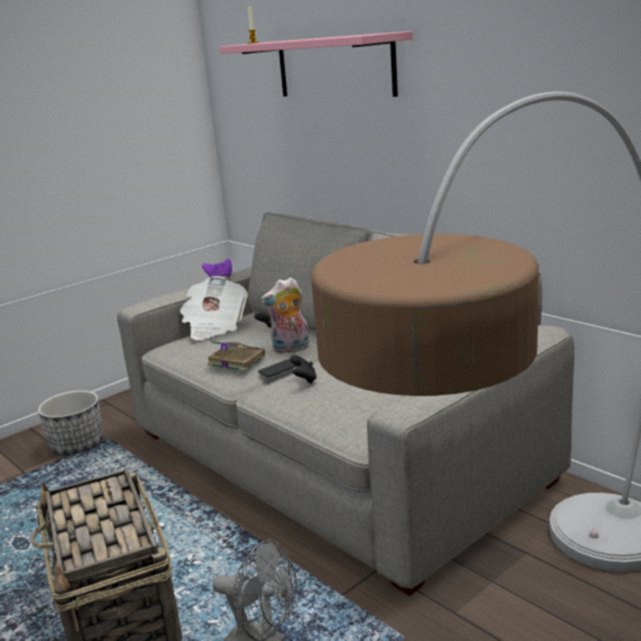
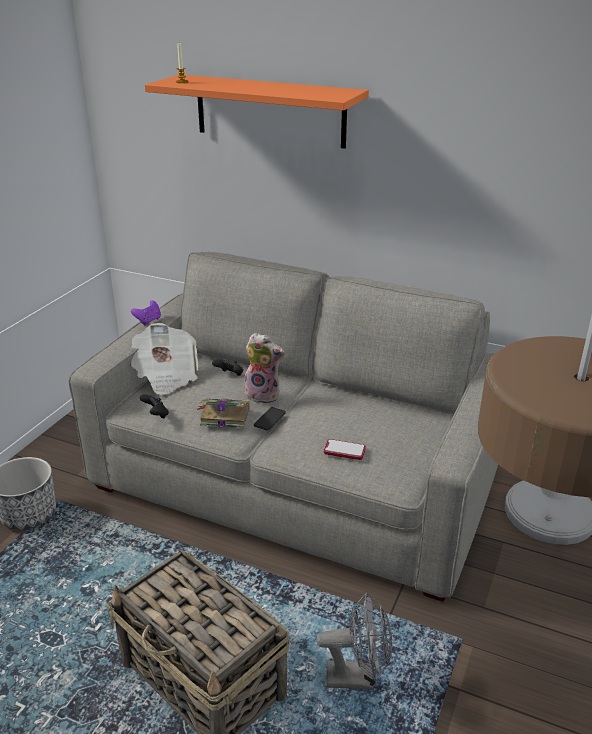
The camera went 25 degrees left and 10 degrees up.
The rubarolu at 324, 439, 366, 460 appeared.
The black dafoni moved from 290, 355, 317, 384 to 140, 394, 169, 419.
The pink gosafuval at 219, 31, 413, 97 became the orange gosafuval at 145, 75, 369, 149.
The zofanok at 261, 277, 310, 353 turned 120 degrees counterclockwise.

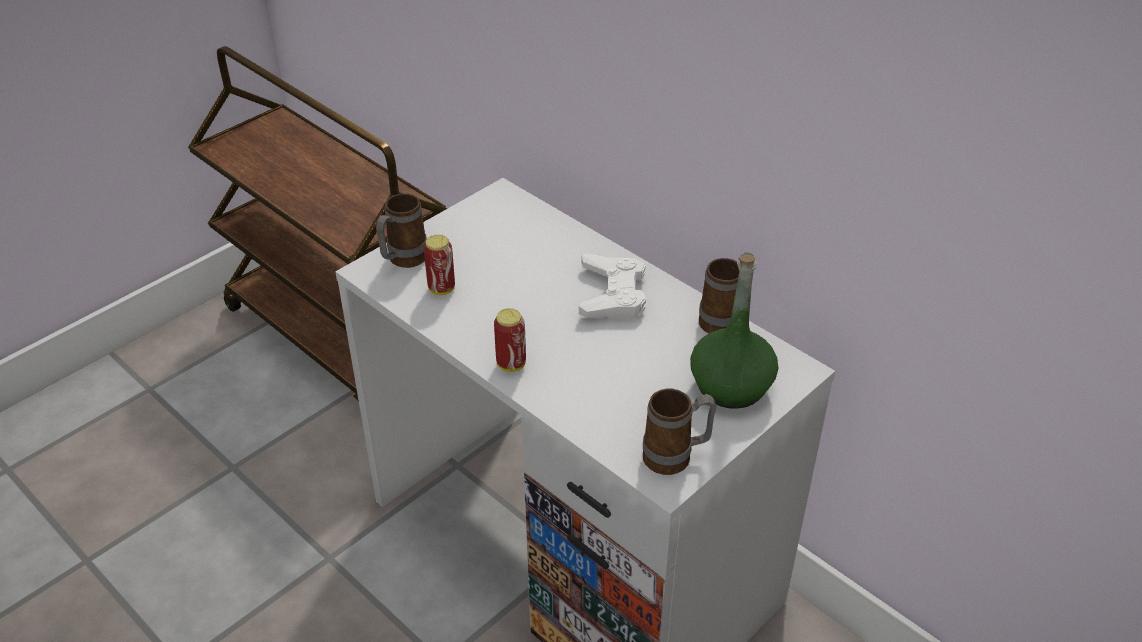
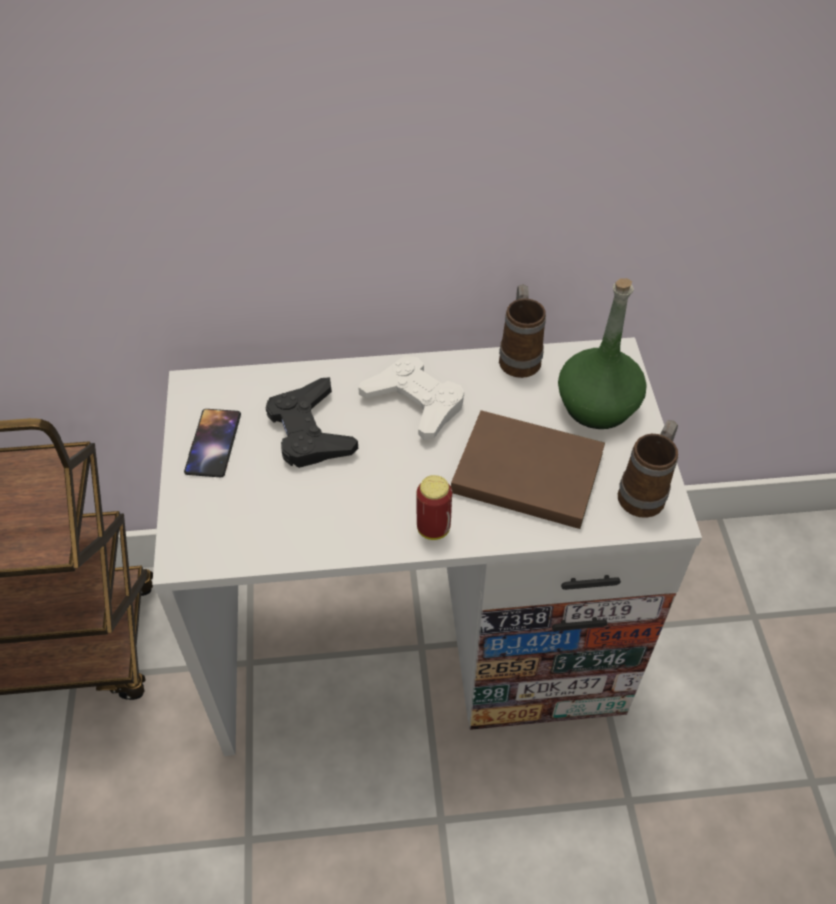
The camera went 50 degrees left and 10 degrees up.
The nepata at 376, 193, 427, 268 disappeared.
The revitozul at 424, 235, 455, 295 disappeared.
The rubarolu at 184, 409, 241, 477 appeared.
The black dafoni at 266, 377, 358, 468 appeared.
The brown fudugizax at 451, 410, 605, 529 appeared.

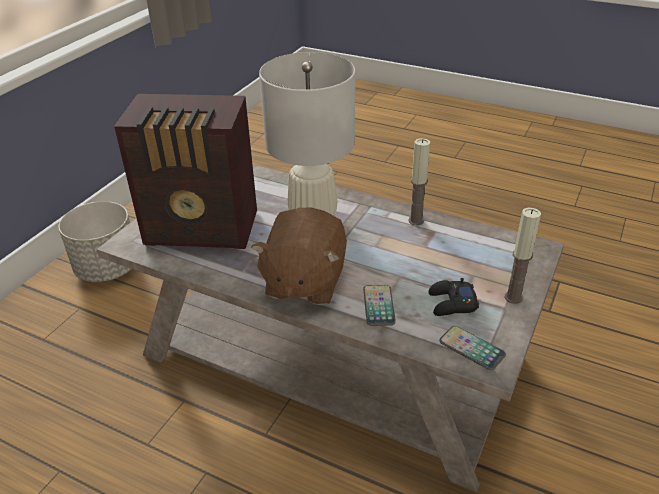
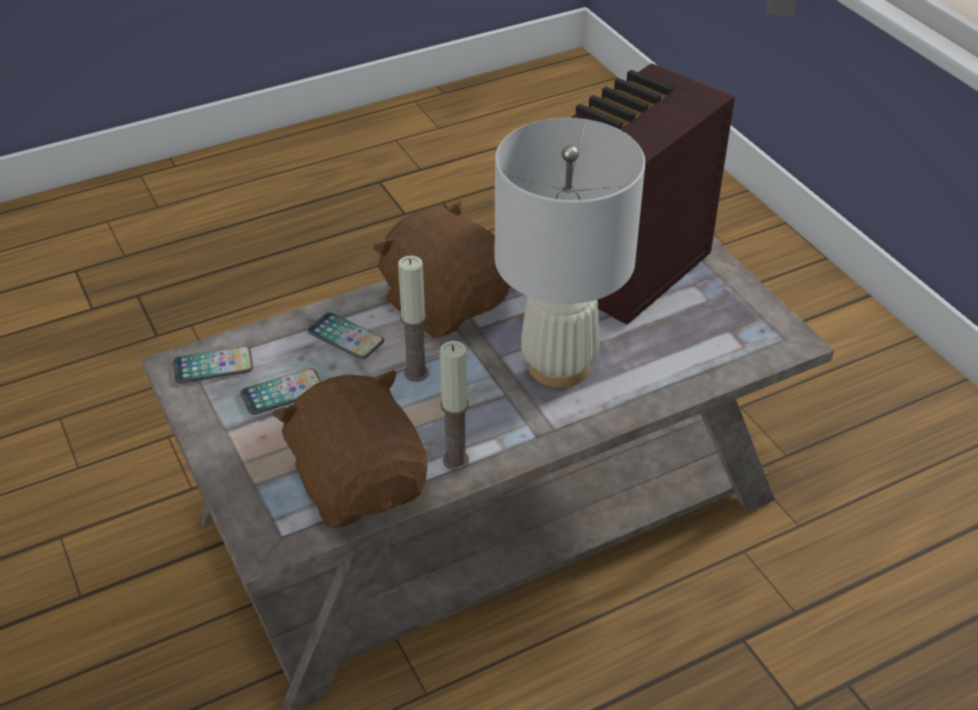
The camera went 125 degrees right and 5 degrees up.
The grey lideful at 58, 201, 131, 282 disappeared.
The brown zofanok at 272, 370, 428, 528 appeared.
The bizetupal moved from 504, 207, 541, 304 to 398, 256, 429, 382.
The black dafoni at 428, 278, 479, 316 was replaced by the rubarolu at 240, 369, 321, 415.

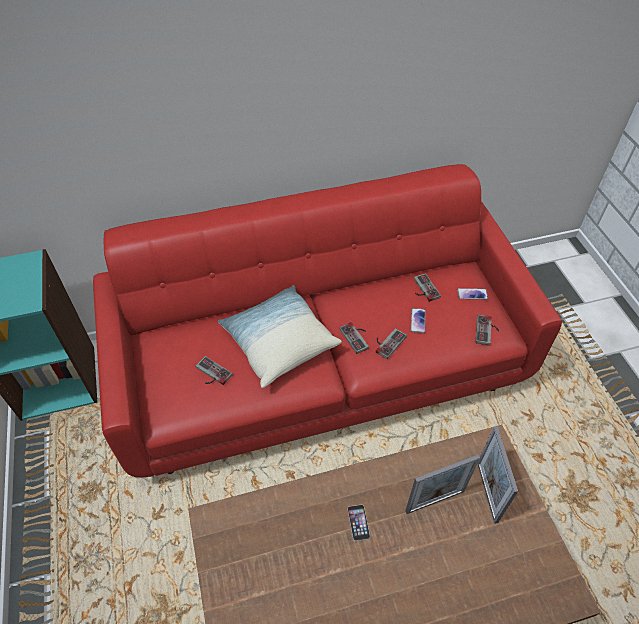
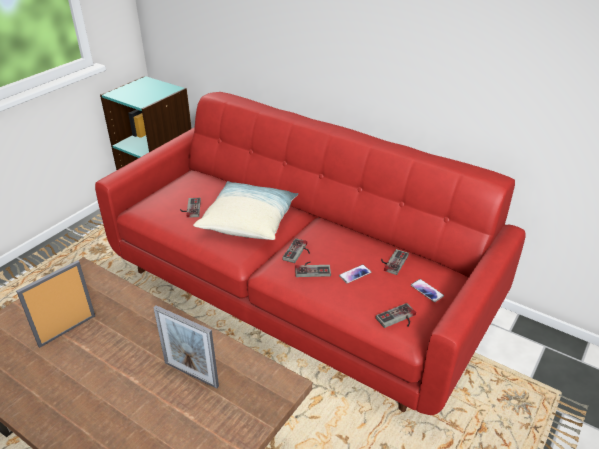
The camera went 50 degrees right and 15 degrees down.
The rubarolu at 348, 505, 370, 541 disappeared.
The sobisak moved from 478, 426, 518, 524 to 16, 260, 95, 348.

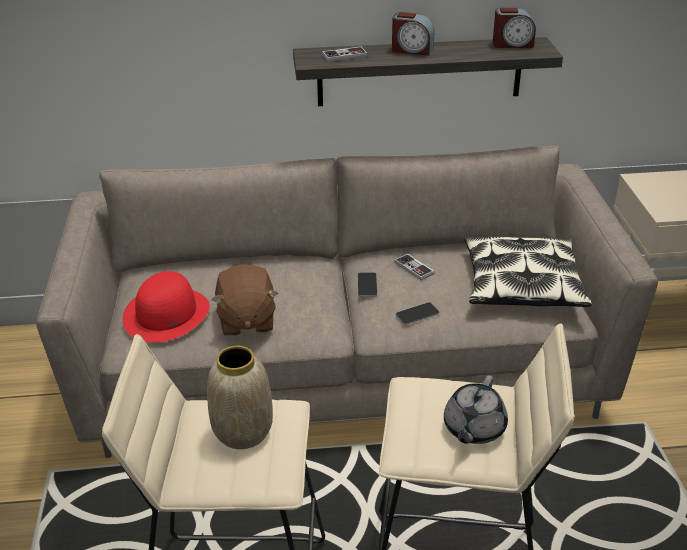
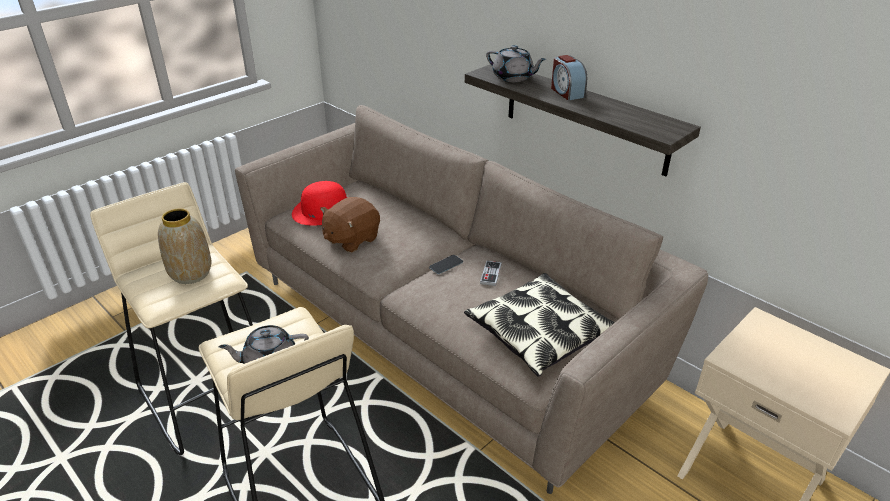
The camera went 50 degrees right and 0 degrees up.
The rubarolu at 396, 302, 439, 324 disappeared.
The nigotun at 493, 8, 536, 48 disappeared.
The dafoni at 322, 46, 368, 62 was replaced by the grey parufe at 486, 45, 546, 82.

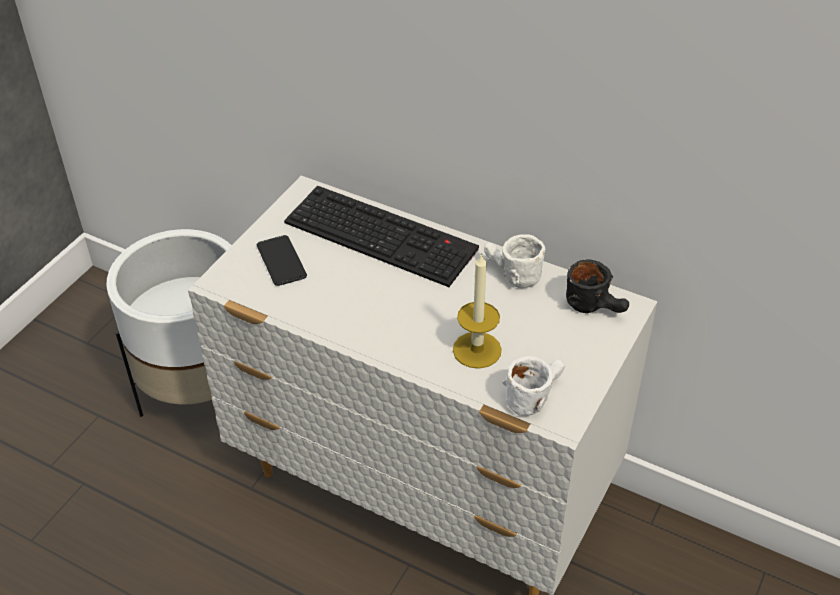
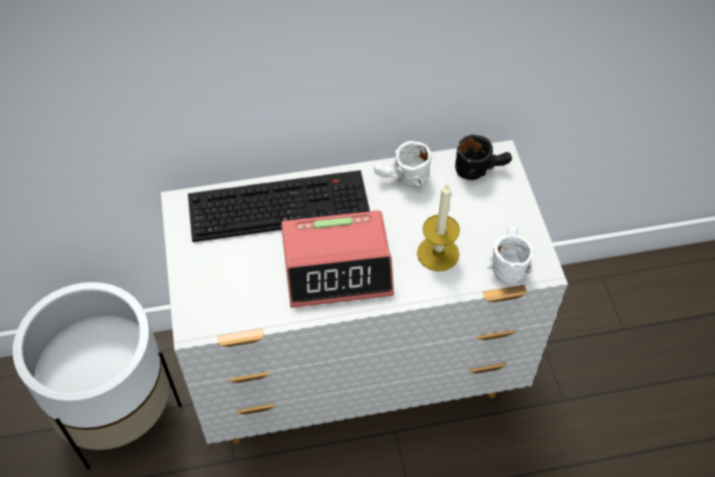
The camera went 40 degrees left and 10 degrees up.
The rubarolu at 257, 235, 307, 286 disappeared.
The nigotun at 281, 210, 394, 308 appeared.

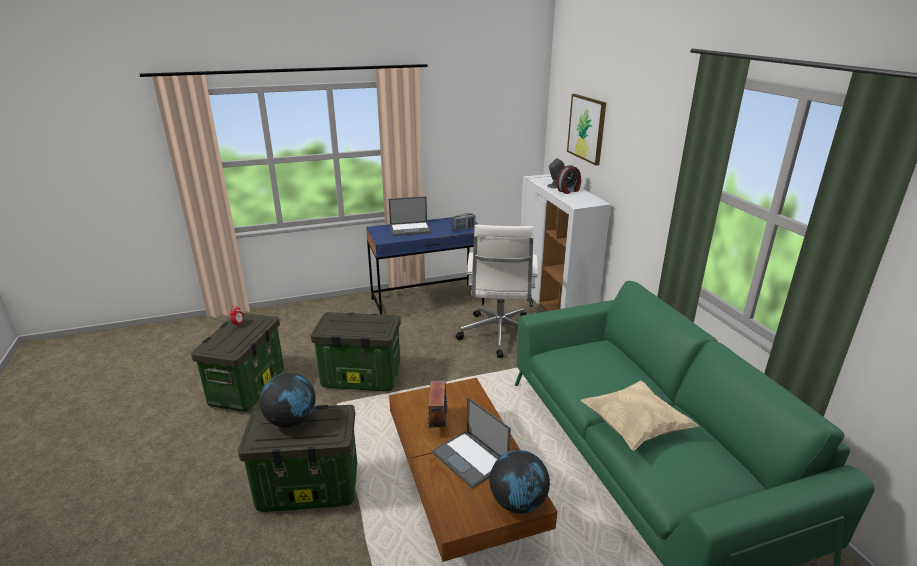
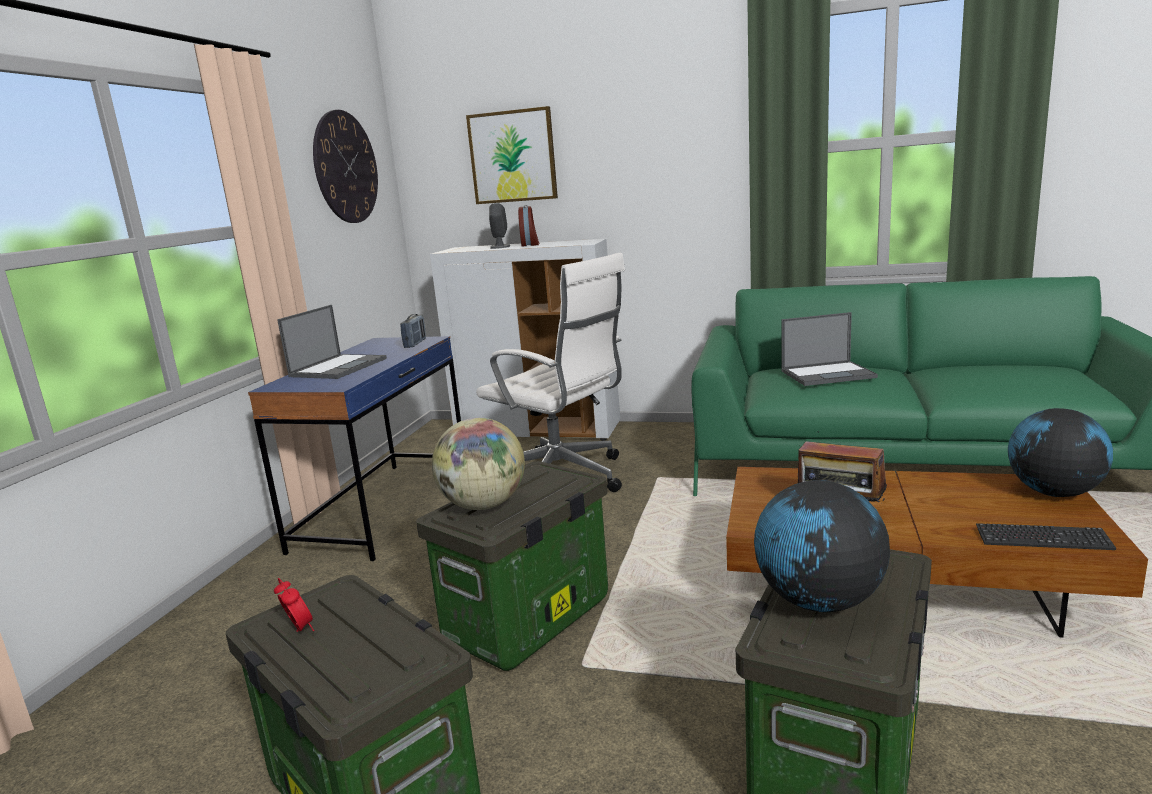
The camera went 55 degrees left and 10 degrees down.
The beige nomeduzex at 581, 381, 699, 450 disappeared.
The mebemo at 313, 110, 378, 223 appeared.
The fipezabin at 432, 418, 525, 510 appeared.
The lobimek at 976, 523, 1116, 550 appeared.
The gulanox moved from 432, 397, 511, 489 to 782, 312, 878, 386.

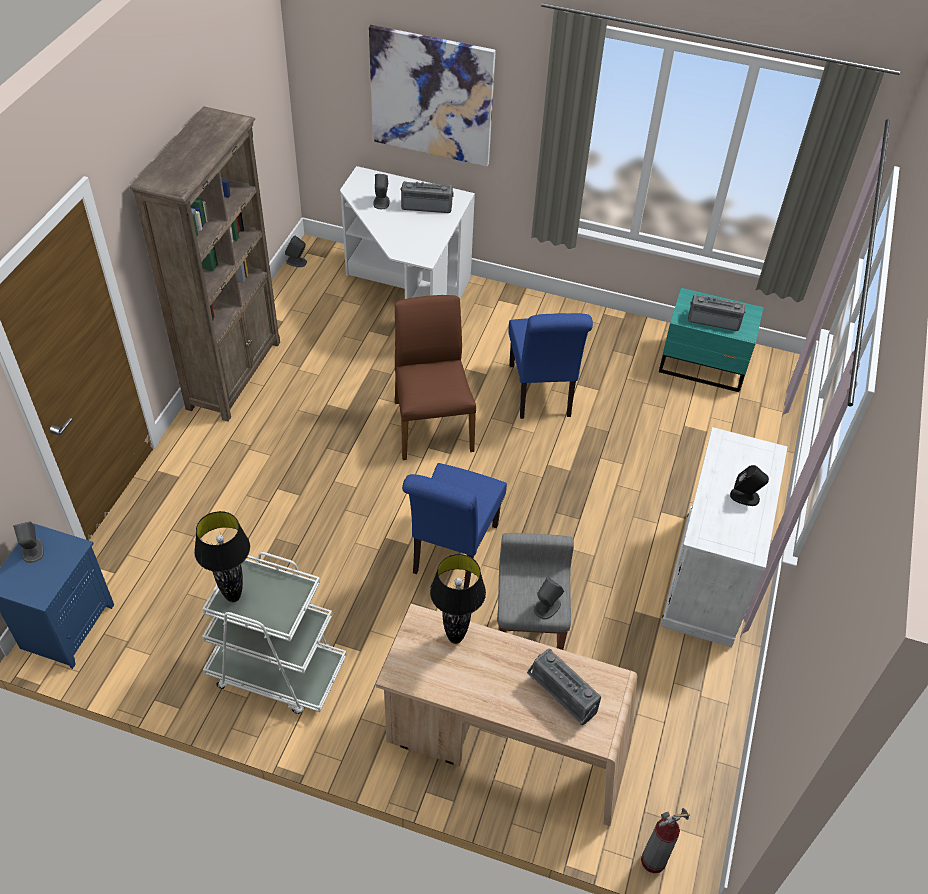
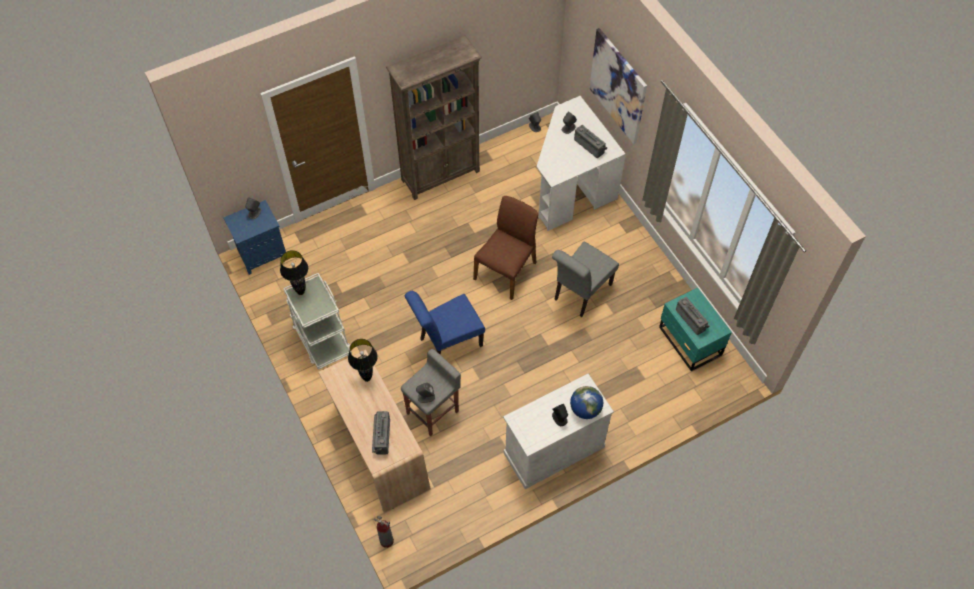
The camera went 45 degrees right and 10 degrees up.
The fipezabin at 570, 386, 603, 419 appeared.
The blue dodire at 508, 313, 593, 419 became the grey dodire at 552, 241, 619, 317.

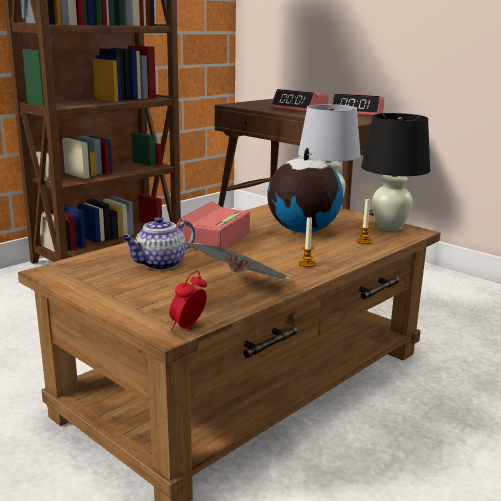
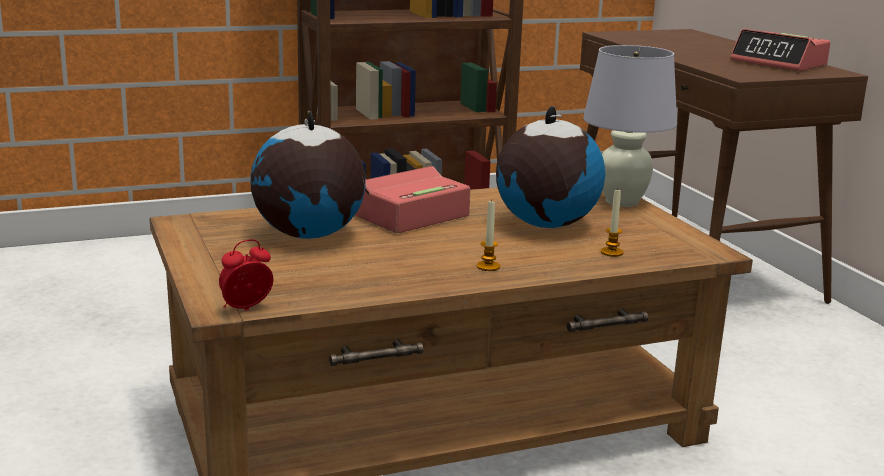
The camera went 25 degrees right and 0 degrees up.
The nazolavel at 179, 243, 290, 279 disappeared.
The nigotun at 271, 89, 329, 112 disappeared.
The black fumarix at 361, 113, 430, 231 disappeared.
The parufe at 122, 217, 195, 270 was replaced by the fipezabin at 250, 111, 366, 239.

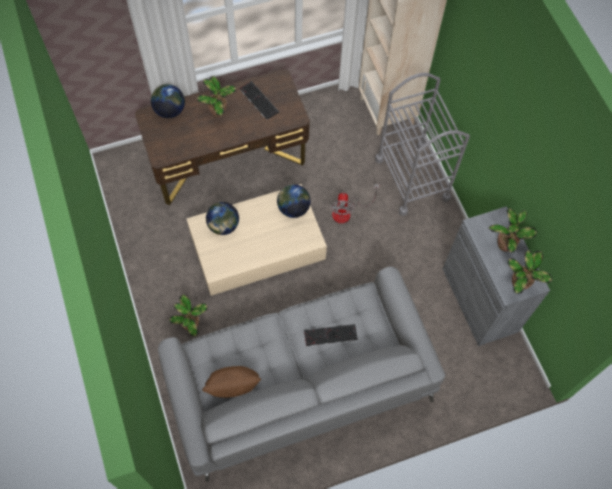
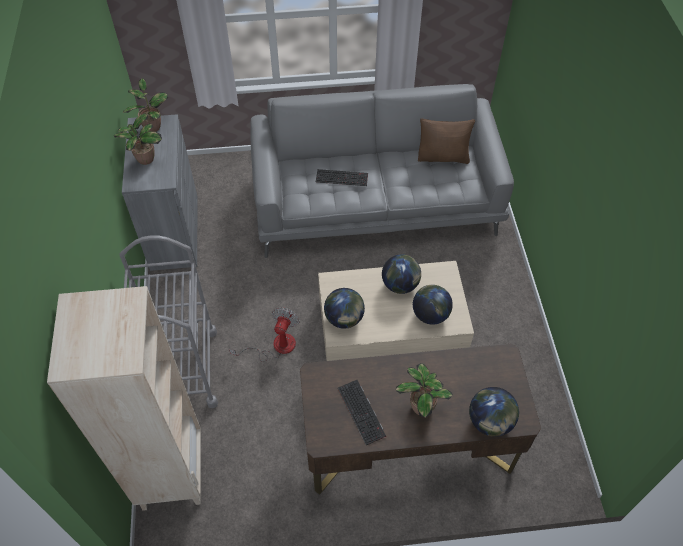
The camera went 165 degrees left and 10 degrees down.
The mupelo at 169, 294, 208, 337 disappeared.
The fipezabin at 382, 254, 421, 294 appeared.

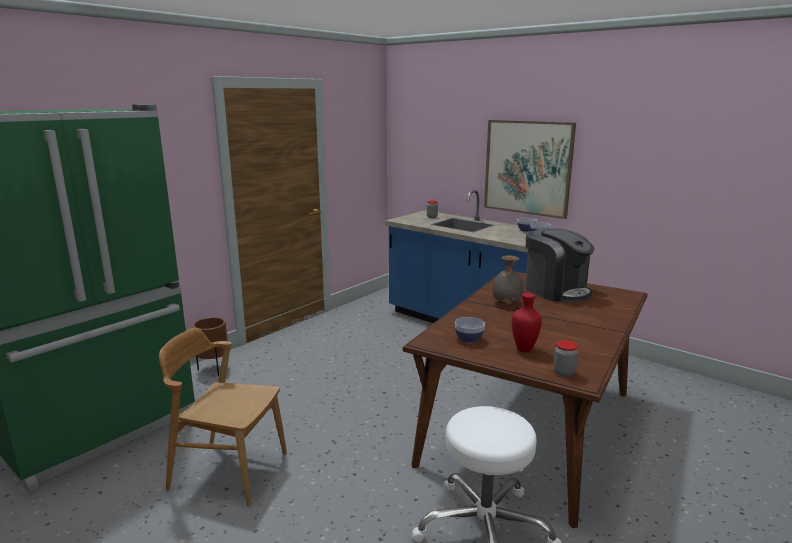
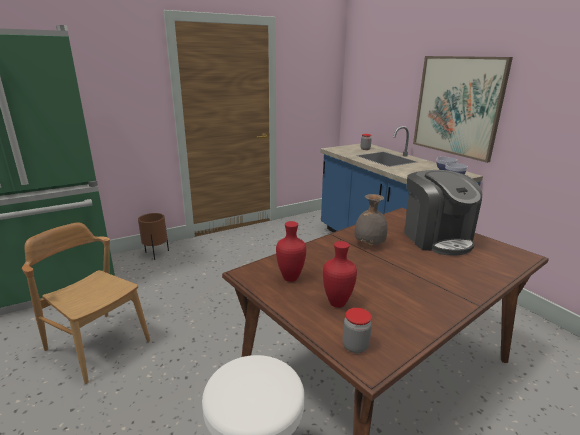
The camera went 20 degrees right and 5 degrees up.
The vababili at 455, 317, 485, 343 was replaced by the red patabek at 276, 221, 306, 282.

